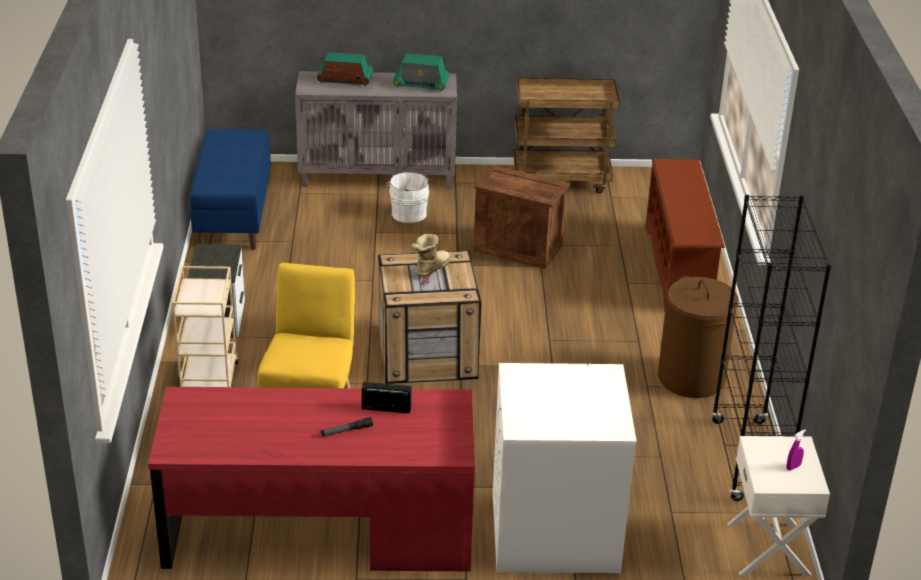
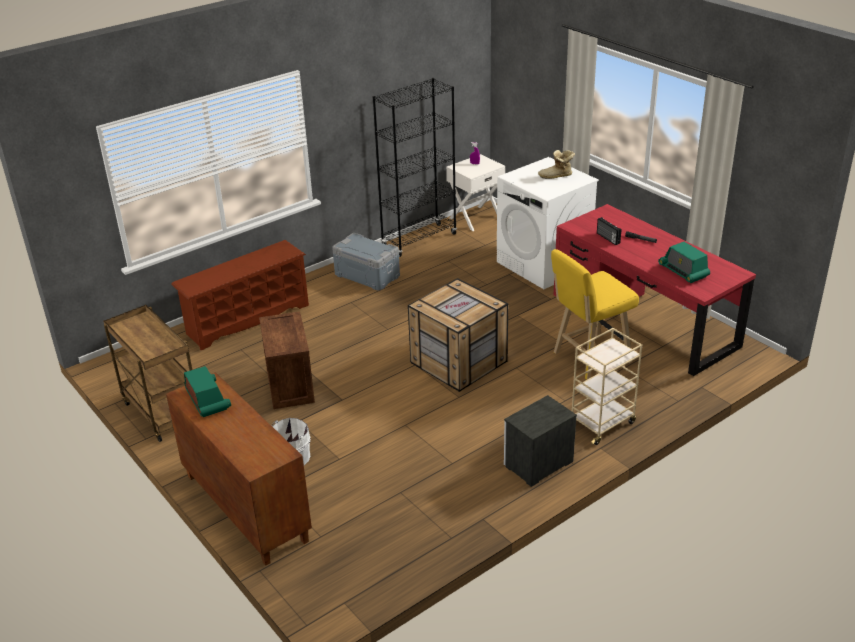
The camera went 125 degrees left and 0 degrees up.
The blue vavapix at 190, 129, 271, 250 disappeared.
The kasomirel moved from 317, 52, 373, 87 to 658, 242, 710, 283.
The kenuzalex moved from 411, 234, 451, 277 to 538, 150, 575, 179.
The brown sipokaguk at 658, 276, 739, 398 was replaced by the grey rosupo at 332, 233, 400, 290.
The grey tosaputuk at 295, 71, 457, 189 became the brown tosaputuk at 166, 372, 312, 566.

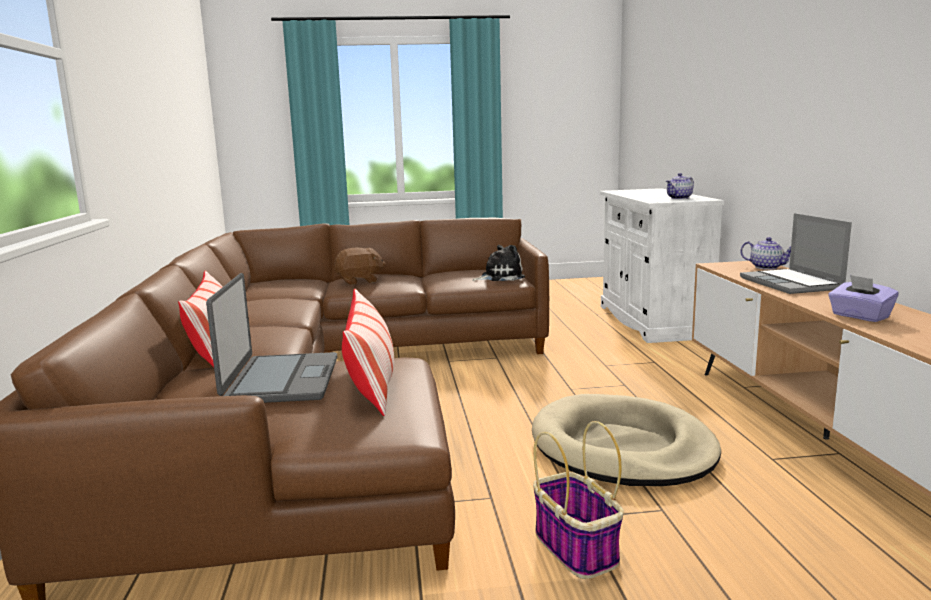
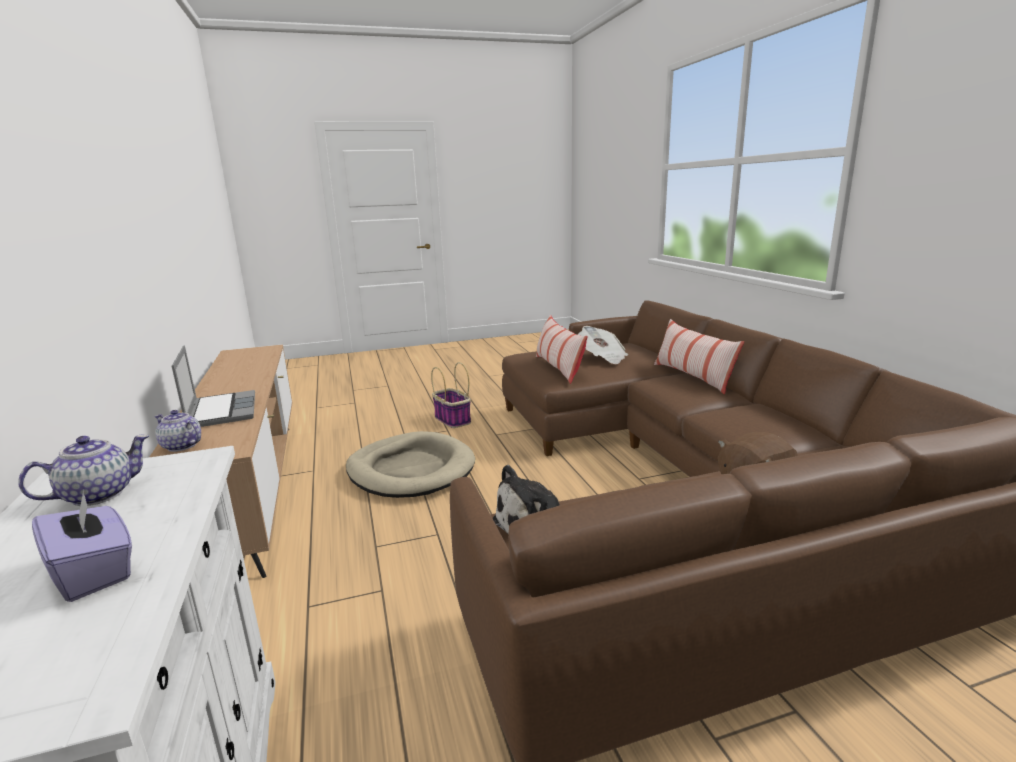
The camera went 170 degrees right and 5 degrees up.
The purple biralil moved from 828, 275, 899, 322 to 32, 490, 132, 602.
The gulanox at 206, 273, 337, 403 was replaced by the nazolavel at 578, 326, 628, 364.

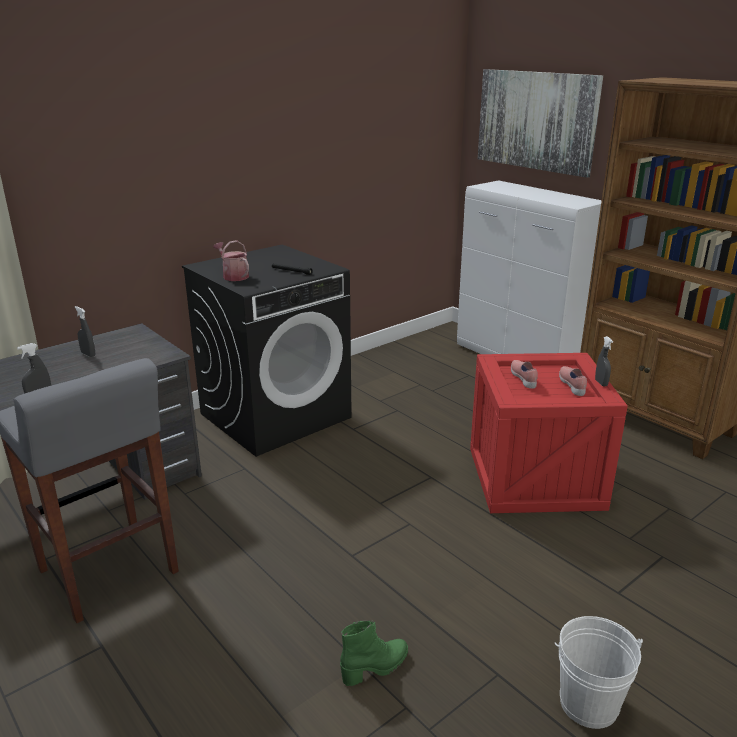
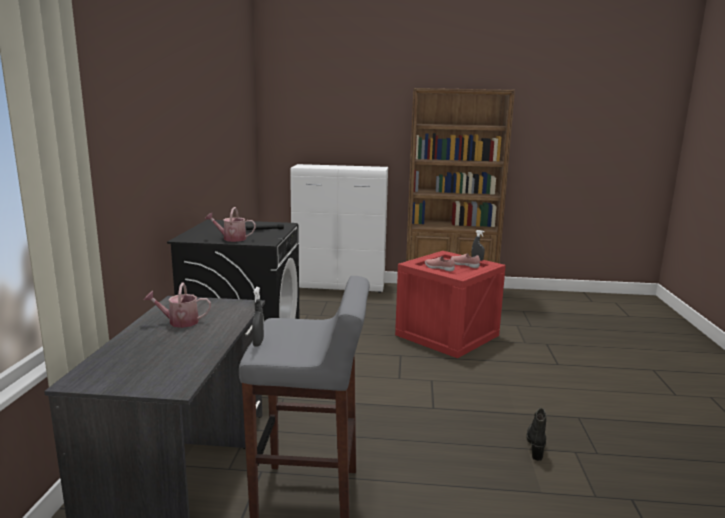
The camera went 45 degrees left and 10 degrees down.
The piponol at 478, 69, 603, 178 disappeared.
The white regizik at 554, 616, 643, 729 disappeared.
The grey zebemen at 75, 306, 95, 357 was replaced by the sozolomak at 144, 283, 211, 328.
The green kenuzalex at 340, 620, 408, 686 became the black kenuzalex at 526, 408, 546, 461.

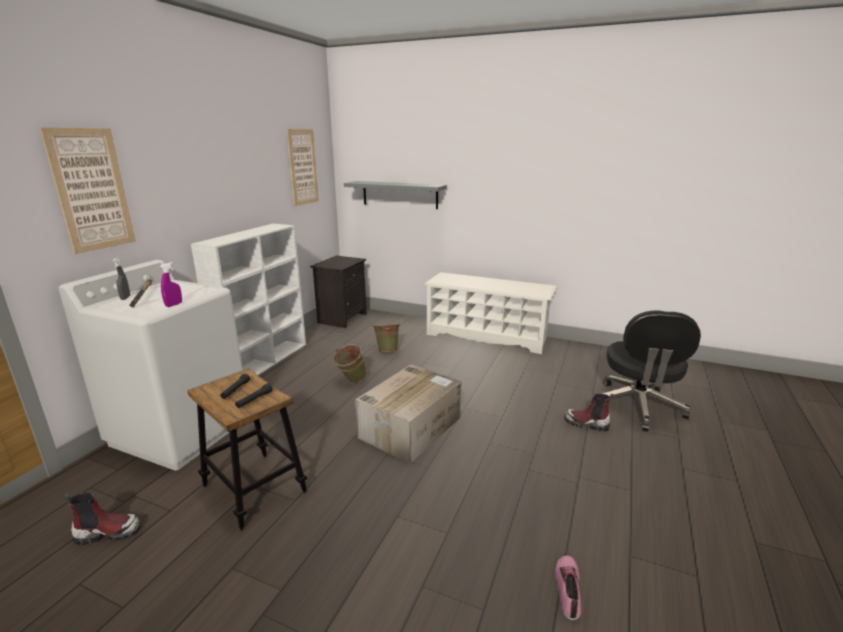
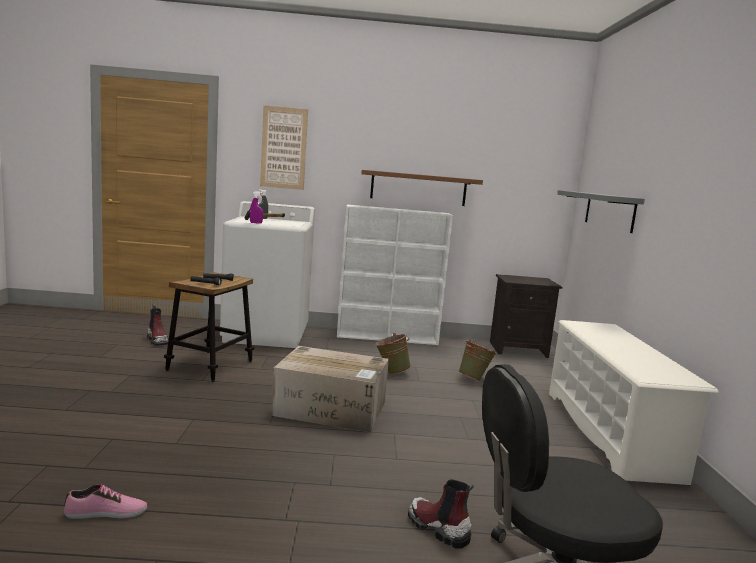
The camera went 65 degrees right and 10 degrees down.
The piponol at 287, 129, 318, 206 disappeared.
The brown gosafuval at 361, 170, 483, 206 appeared.
The kenuzalex at 565, 394, 614, 431 turned 45 degrees counterclockwise.

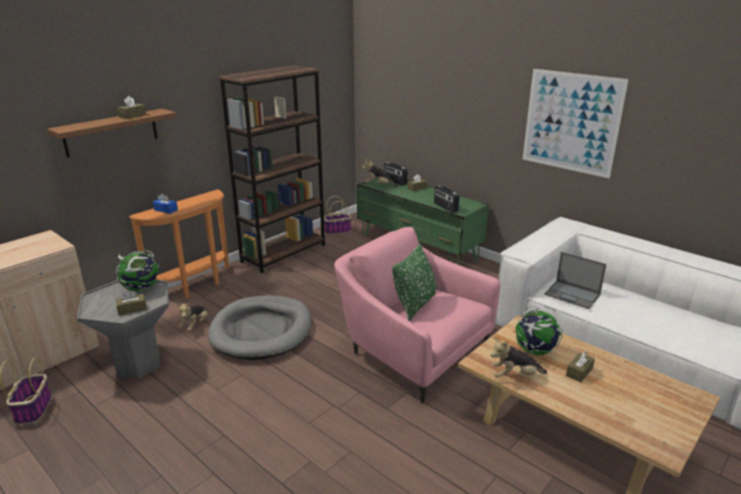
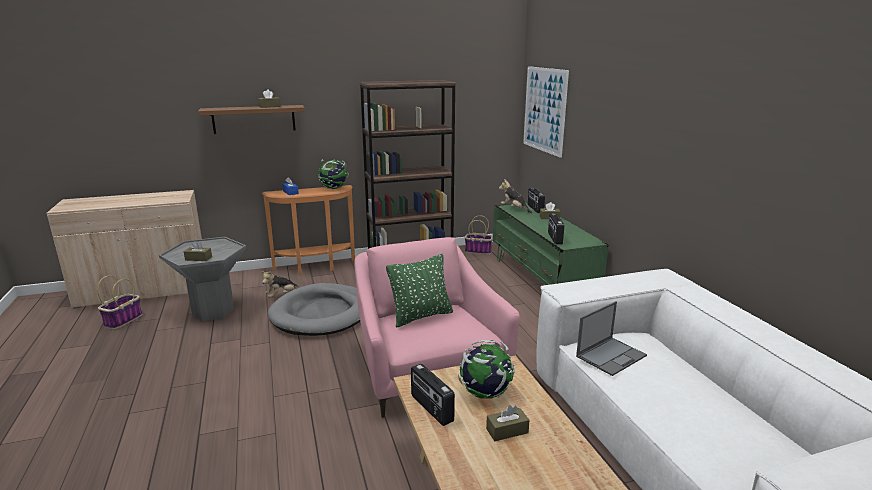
The camera went 30 degrees right and 5 degrees down.
The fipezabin moved from 116, 250, 159, 293 to 318, 159, 349, 189.
The piponol moved from 523, 69, 629, 178 to 523, 66, 569, 158.
The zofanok at 491, 337, 547, 377 was replaced by the kasomirel at 411, 364, 455, 426.
The gulanox at 544, 252, 606, 309 turned 105 degrees counterclockwise.

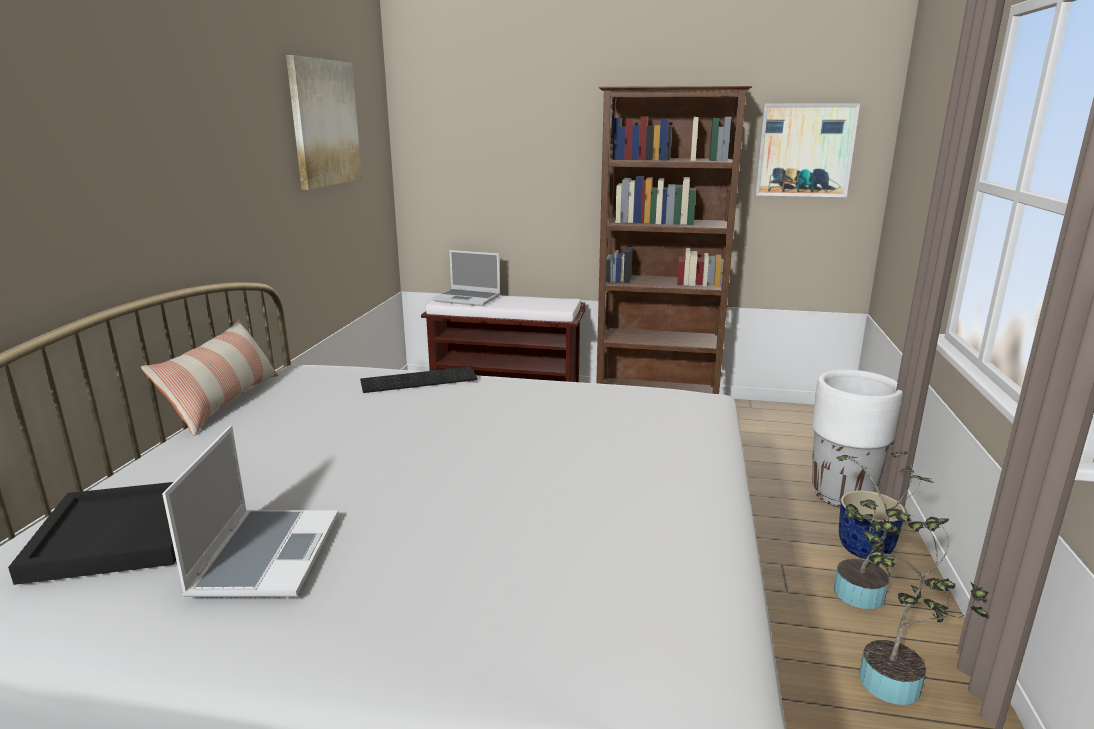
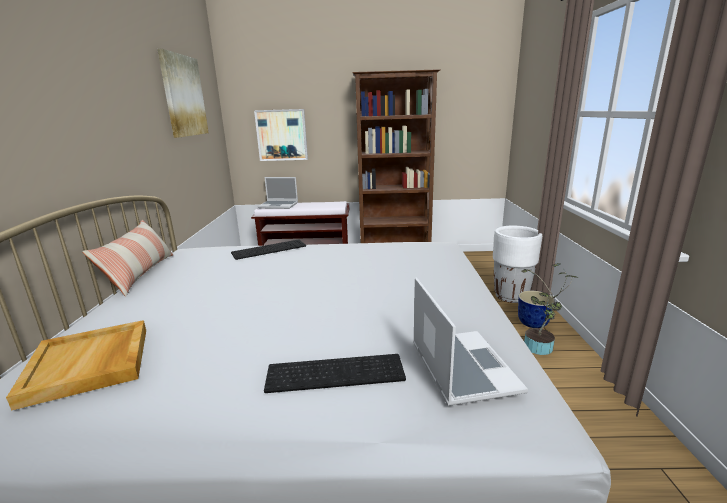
The camera went 10 degrees left and 0 degrees up.
The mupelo at 859, 509, 989, 705 disappeared.
The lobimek at 264, 354, 406, 393 appeared.
The gulanox moved from 162, 425, 338, 597 to 413, 277, 528, 406.
The piponol moved from 755, 103, 860, 197 to 254, 109, 308, 161.
The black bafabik at 8, 482, 176, 585 became the beige bafabik at 6, 320, 146, 411.

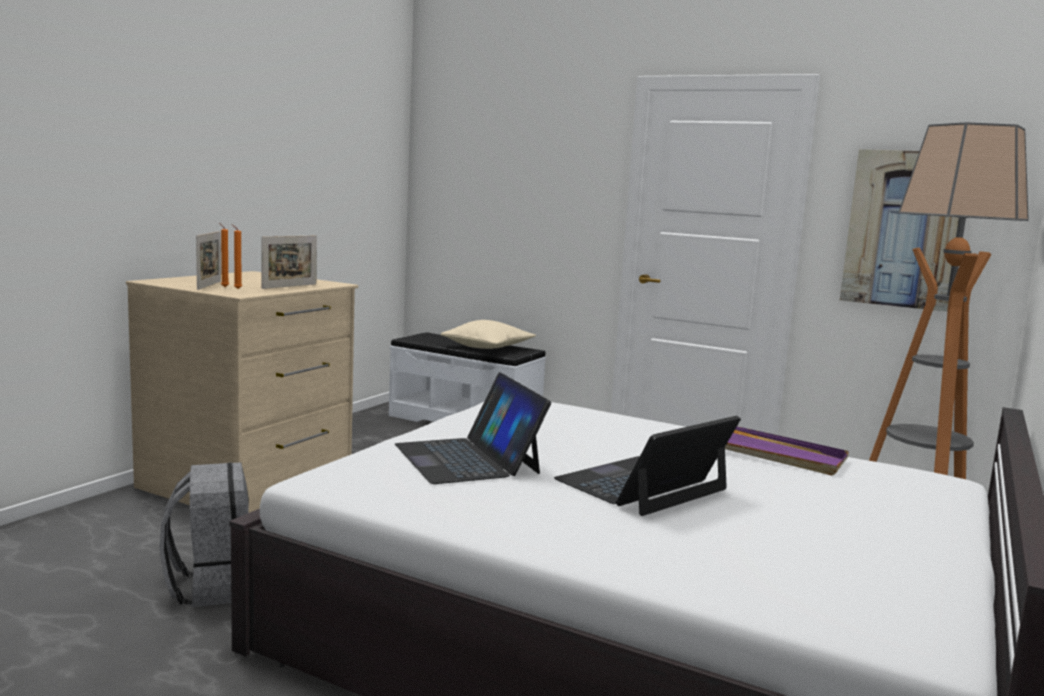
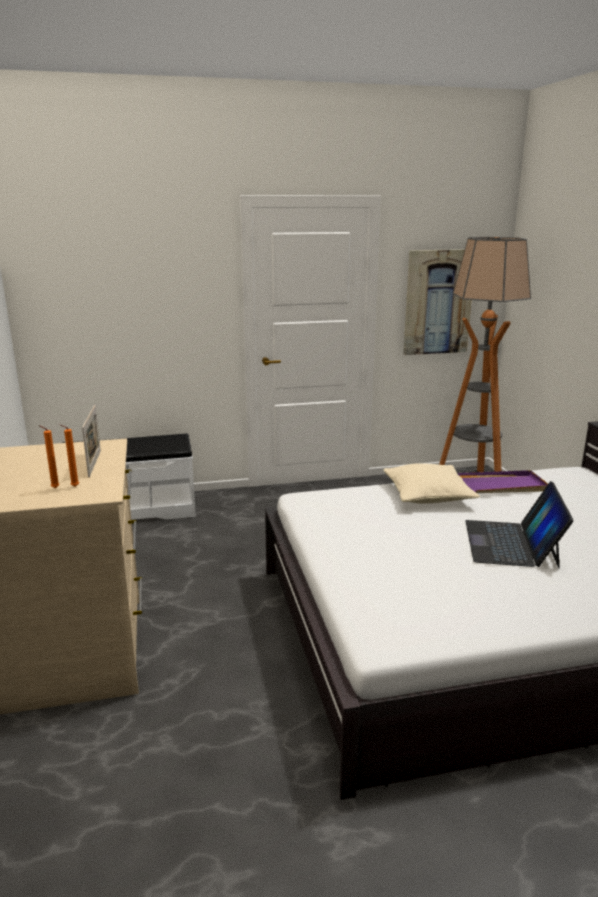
The camera went 40 degrees left and 10 degrees up.
The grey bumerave at 159, 462, 249, 607 disappeared.
The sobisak at 196, 231, 221, 290 disappeared.
The gulanox at 395, 372, 551, 484 disappeared.
The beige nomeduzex moved from 441, 320, 536, 349 to 383, 463, 480, 504.

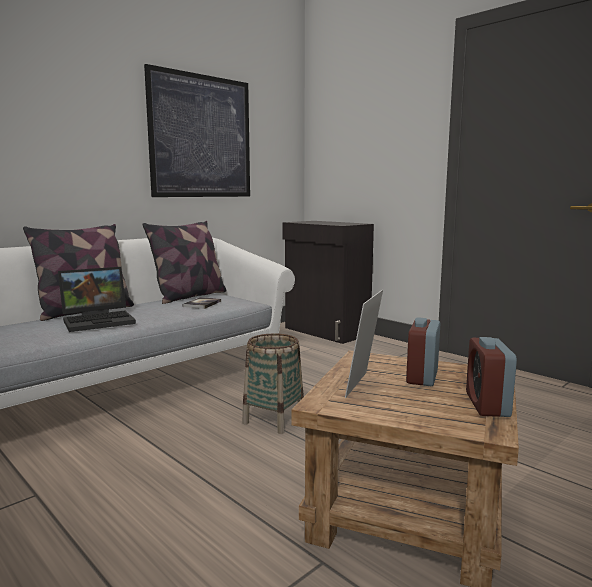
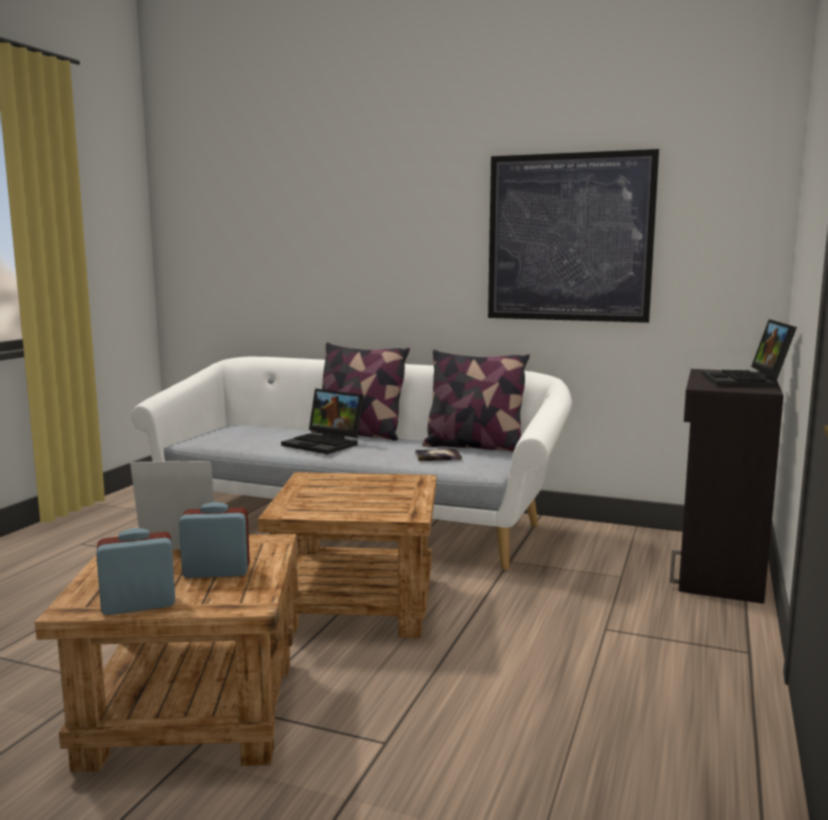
The camera went 65 degrees right and 0 degrees up.
The gulanox at 702, 319, 797, 388 appeared.
The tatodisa at 242, 333, 304, 434 was replaced by the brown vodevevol at 258, 472, 436, 638.

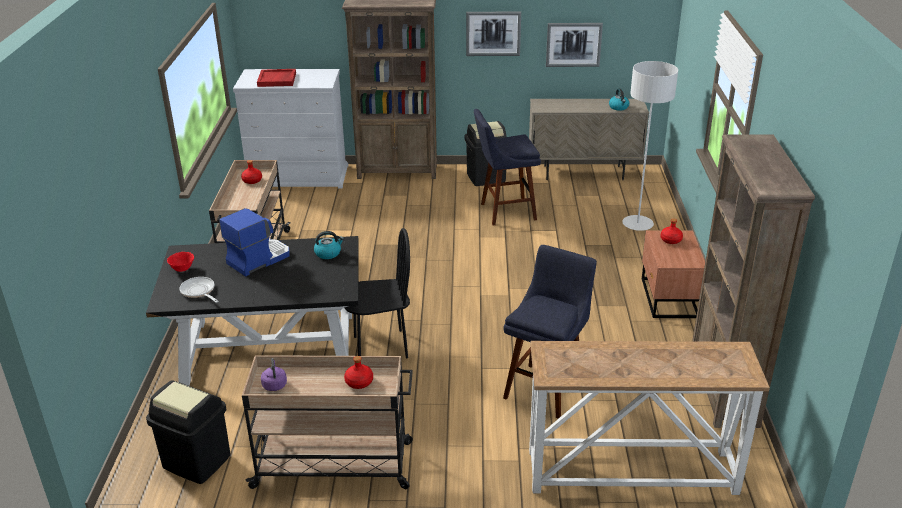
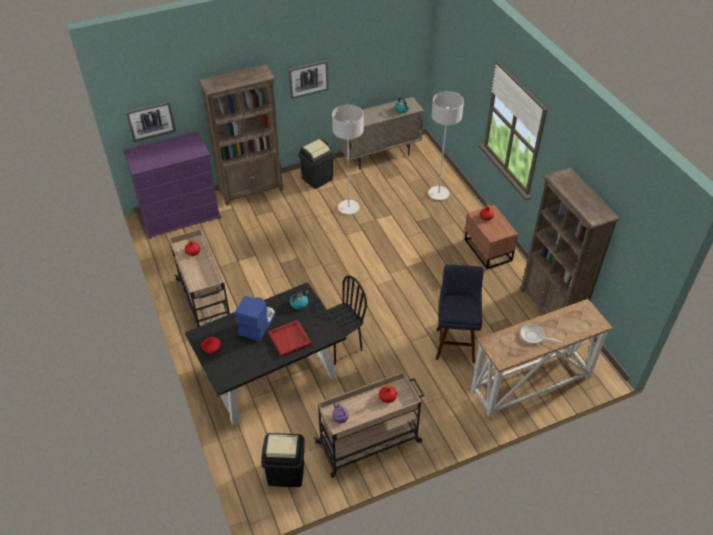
The camera went 25 degrees left and 15 degrees up.
The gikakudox moved from 179, 277, 219, 303 to 520, 324, 562, 344.
The red bafabik moved from 257, 69, 296, 87 to 268, 320, 312, 357.
The piponol moved from 546, 23, 603, 67 to 126, 102, 176, 142.
The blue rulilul at 474, 109, 541, 226 was replaced by the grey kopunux at 332, 105, 364, 214.
The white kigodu at 233, 69, 349, 189 became the purple kigodu at 123, 131, 222, 239.

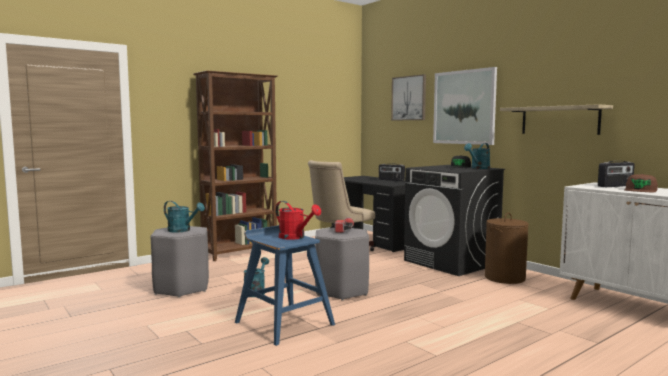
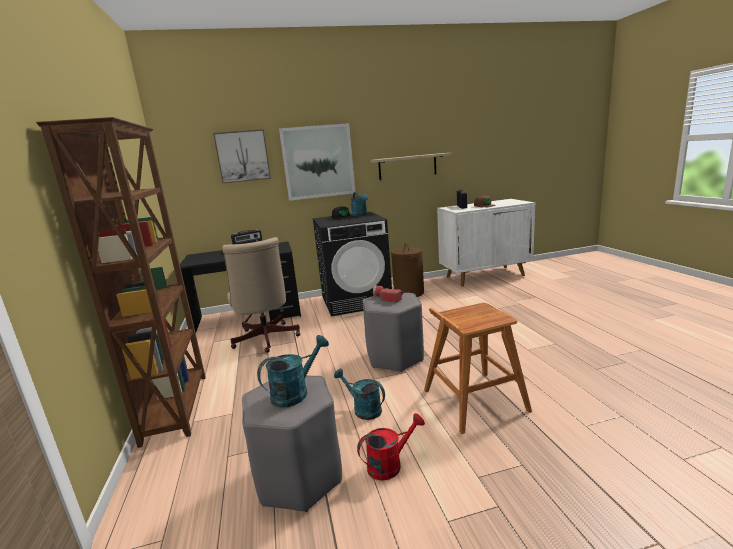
The camera went 65 degrees left and 10 degrees up.
The red sozolomak moved from 276, 201, 321, 240 to 357, 413, 425, 481.
The blue rulilul at 235, 225, 335, 346 became the brown rulilul at 424, 303, 532, 434.

